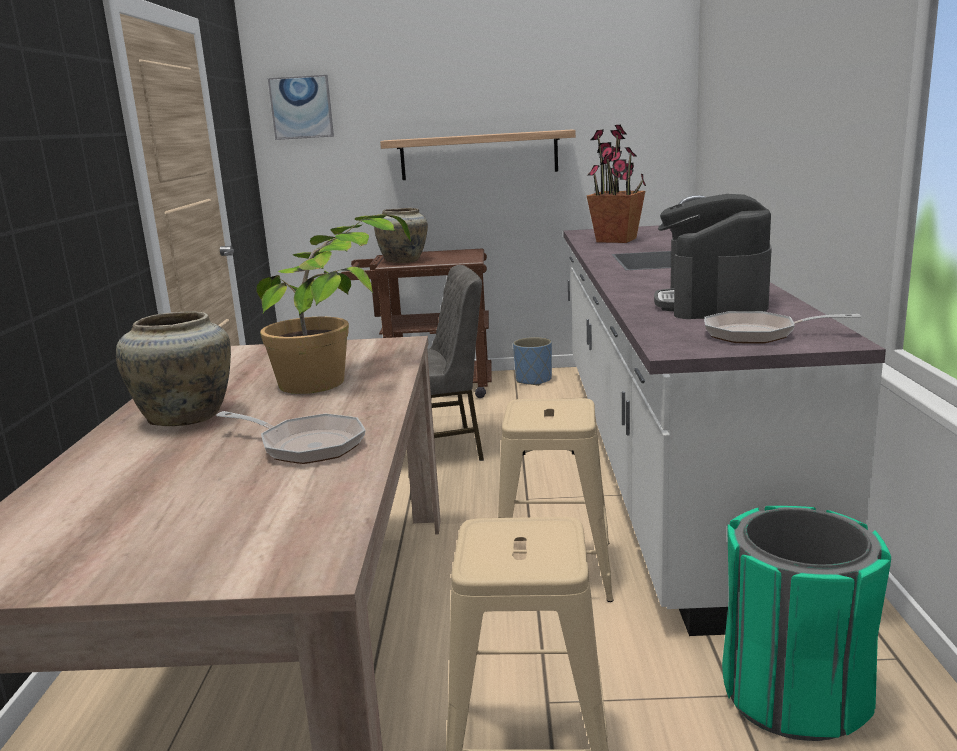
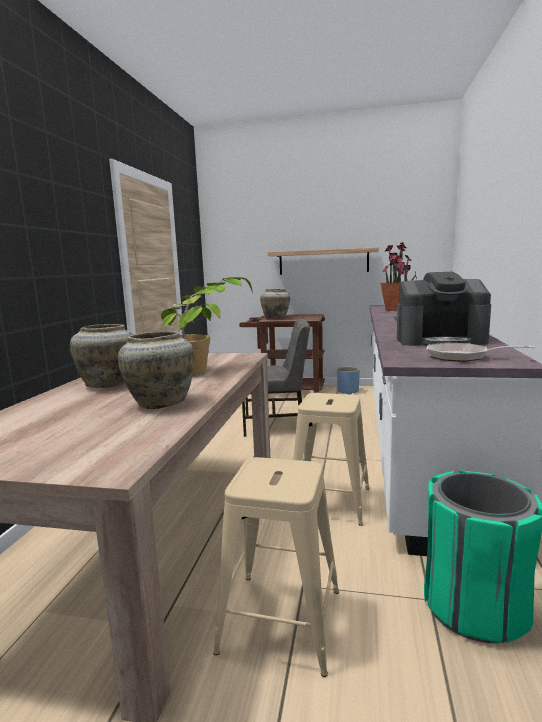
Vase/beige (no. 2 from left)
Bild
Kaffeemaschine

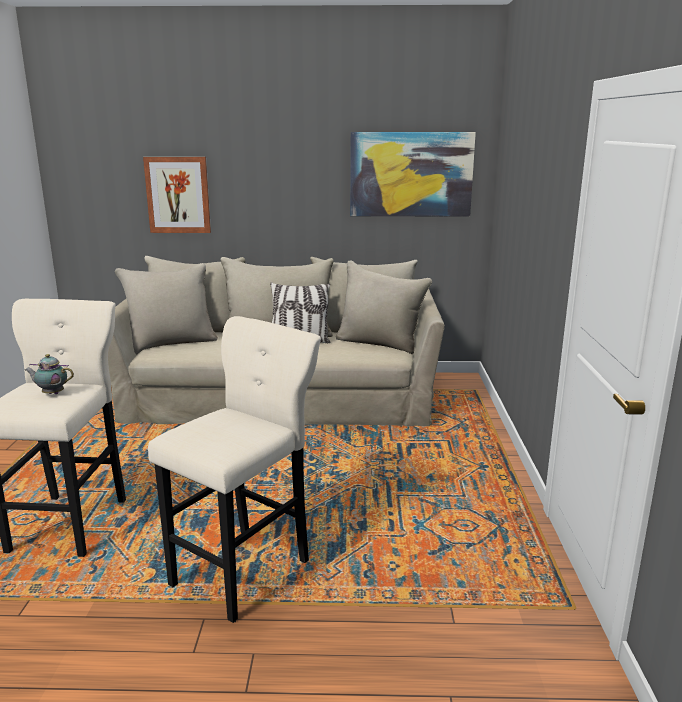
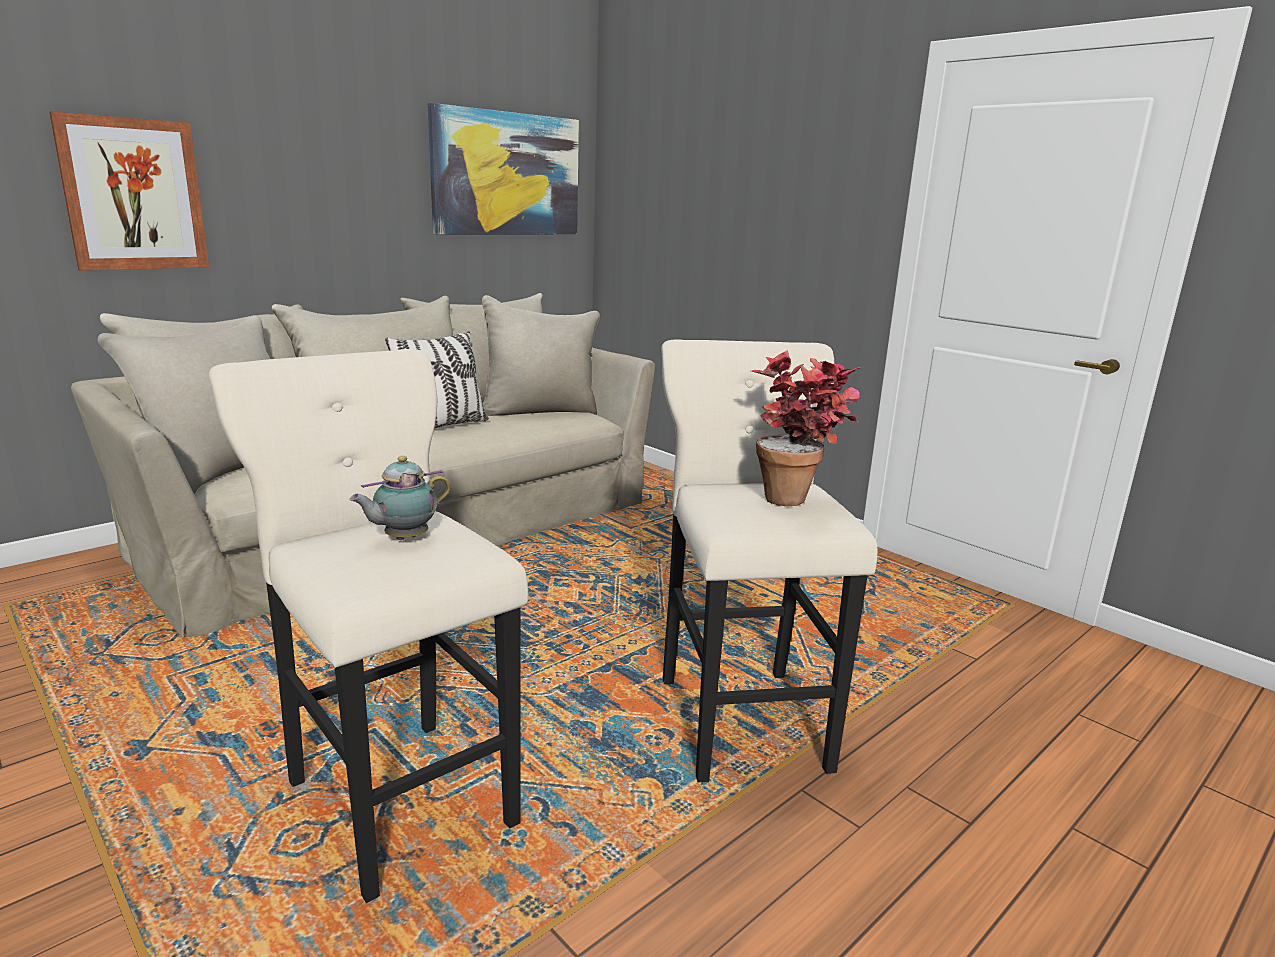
Topfpflanze

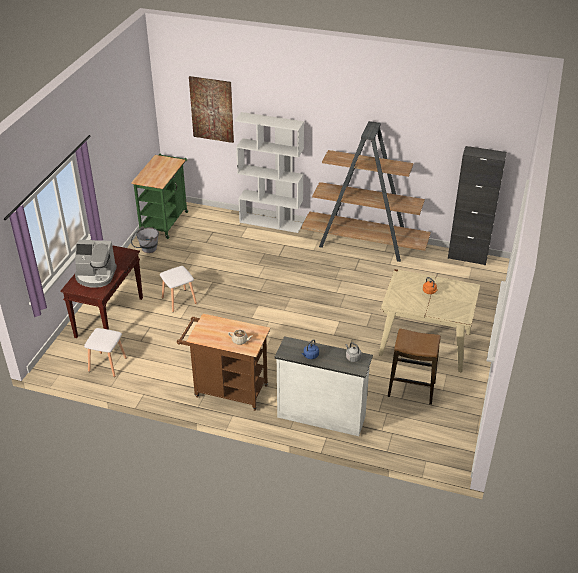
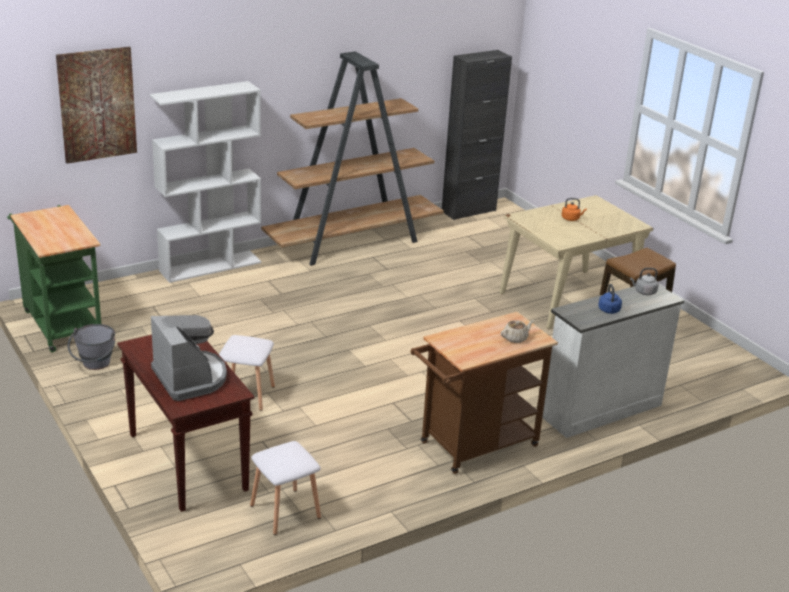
Kaffeemaschine

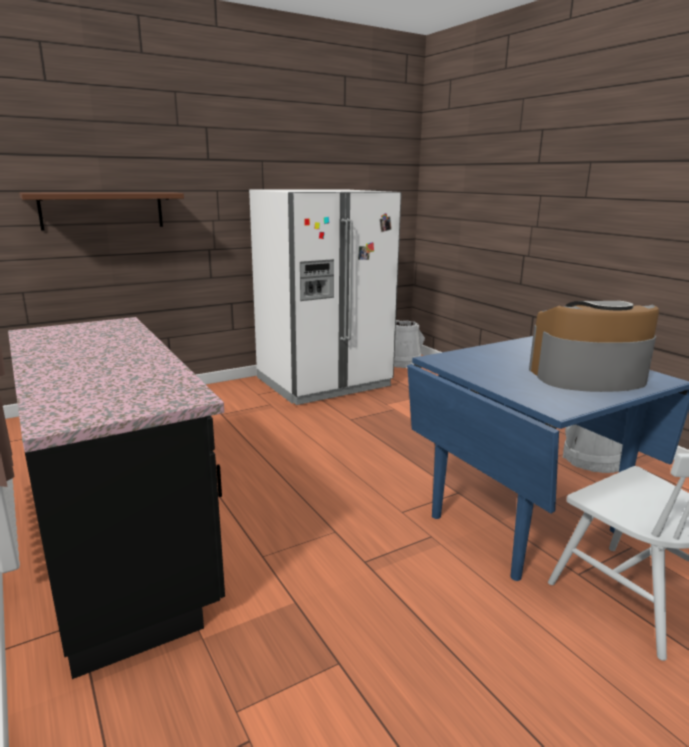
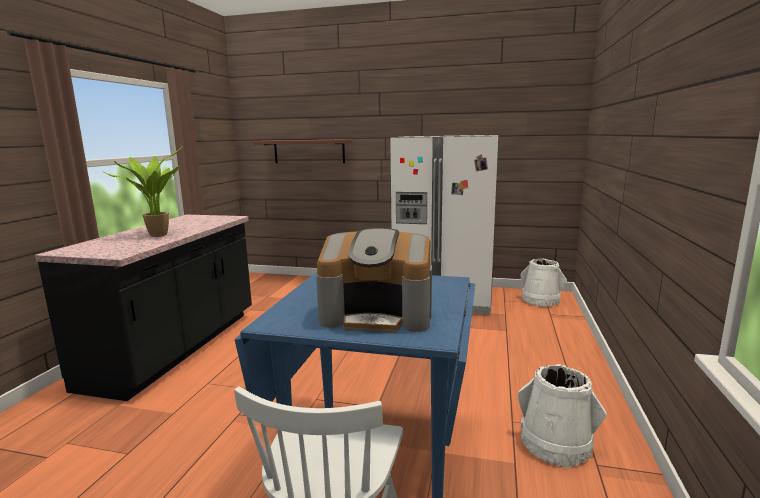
Kaffeemaschine
Topfpflanze

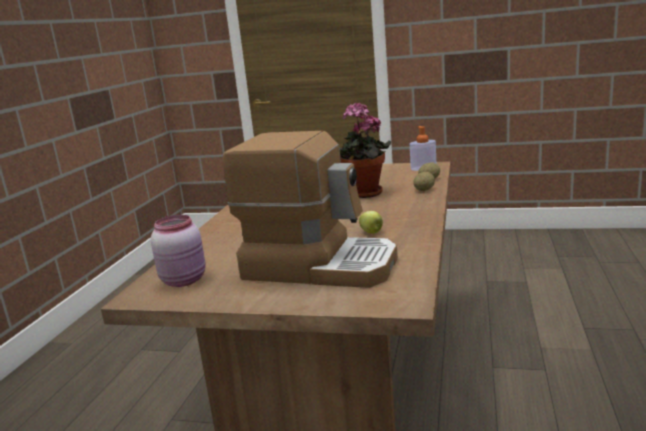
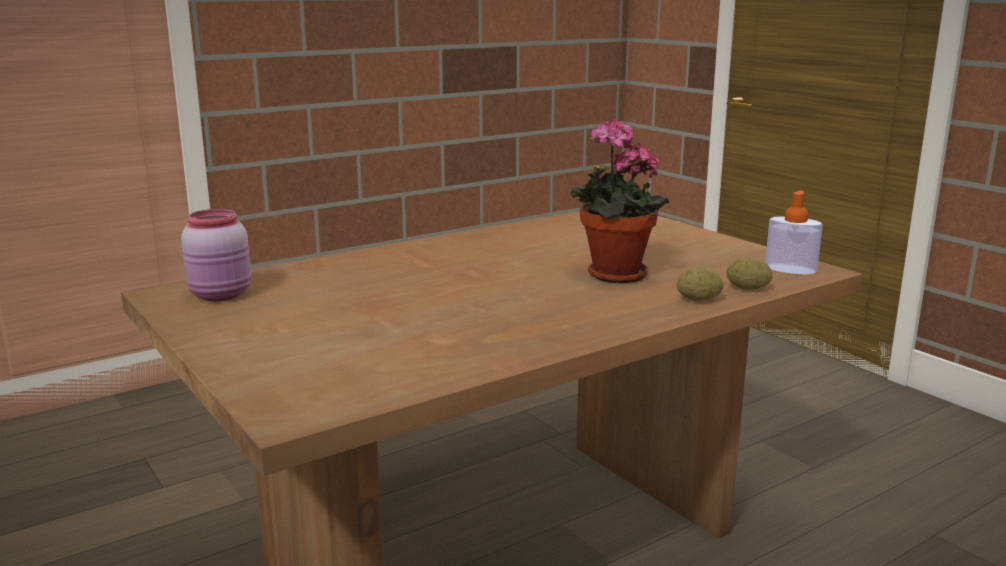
Kaffeemaschine
Apfel

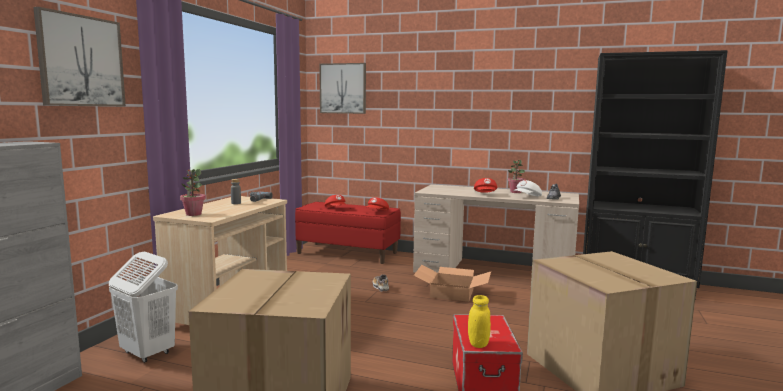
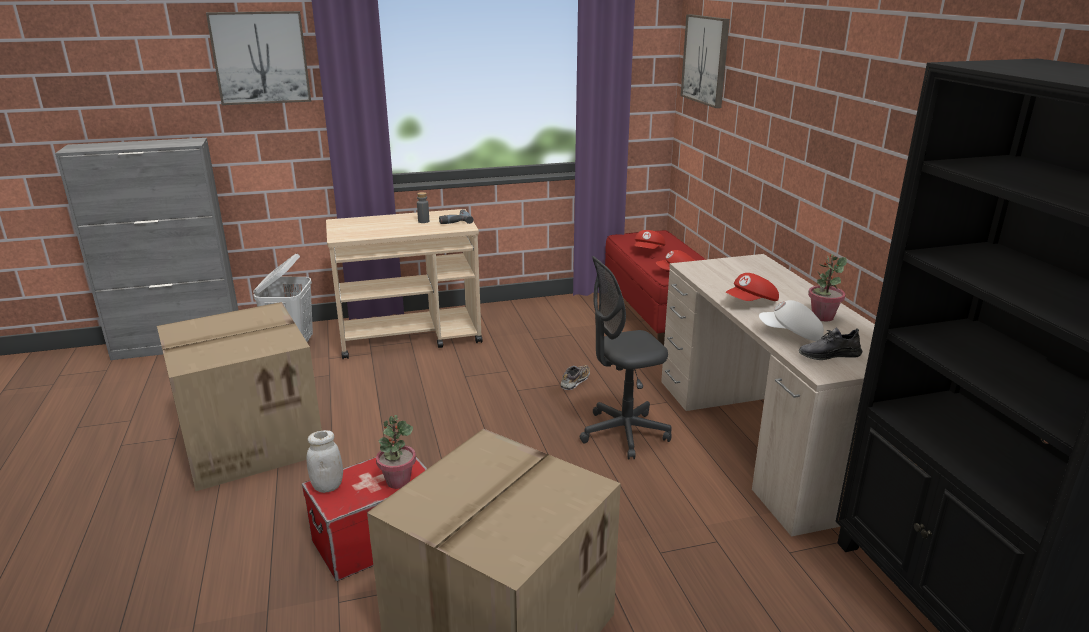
Topfpflanze (no. 1 from left)
Bürostuhl/grau
Vorratsglas/weiß

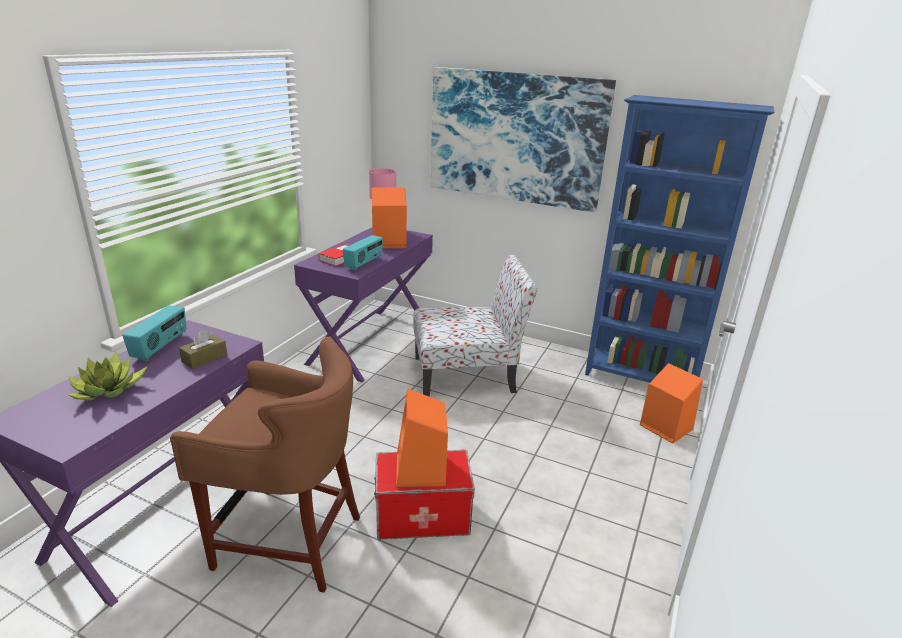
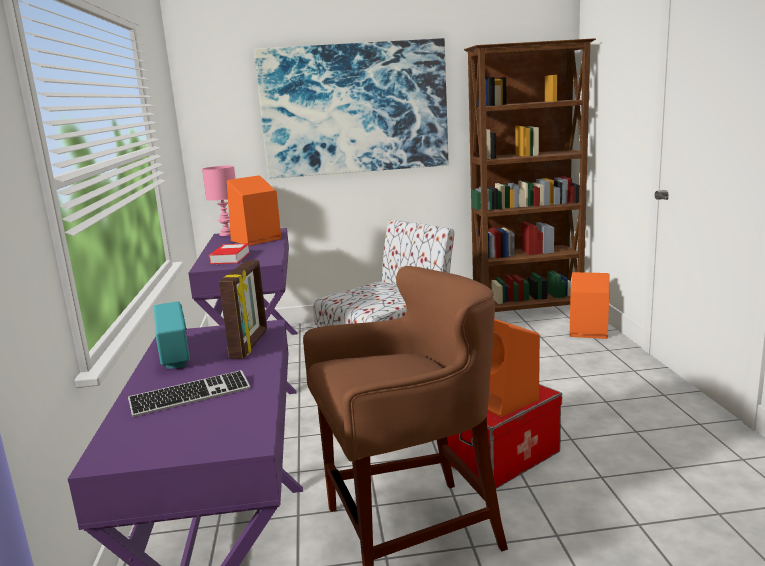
Tastatur
Bilderrahmen
Radio (no. 2 from left in the first image)
Bücherregal/braun

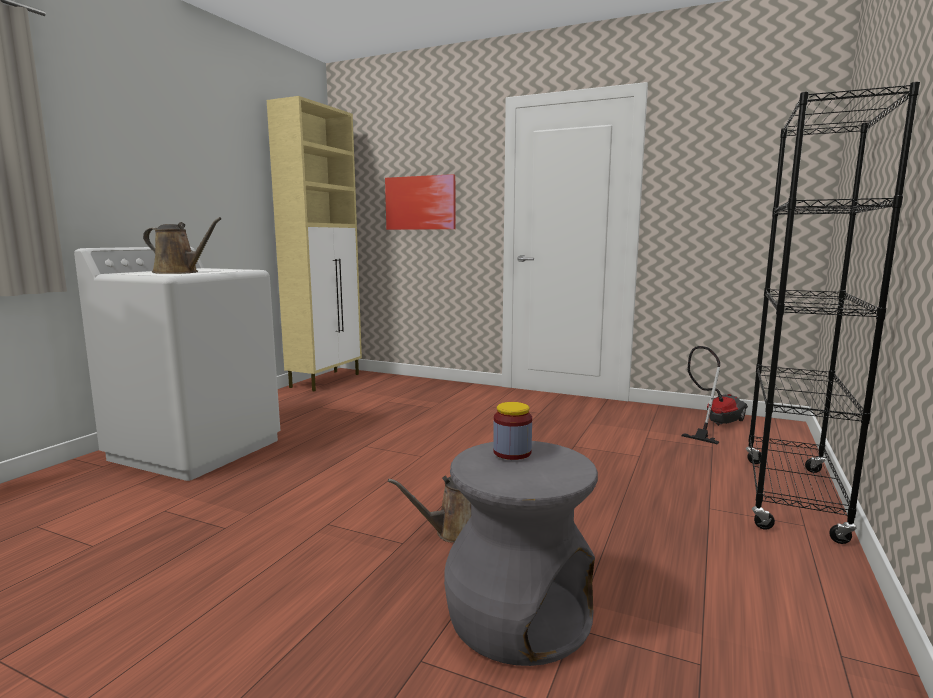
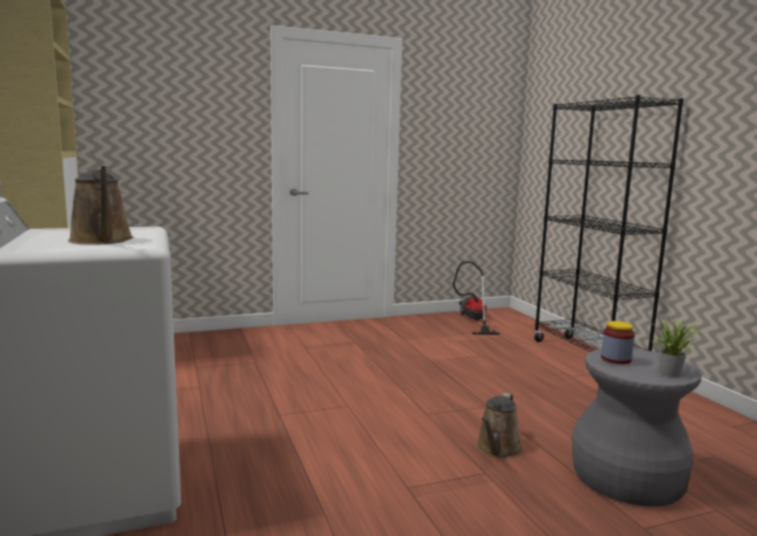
Gießkanne/braun (no. 1 from left)
Bild
Topfpflanze

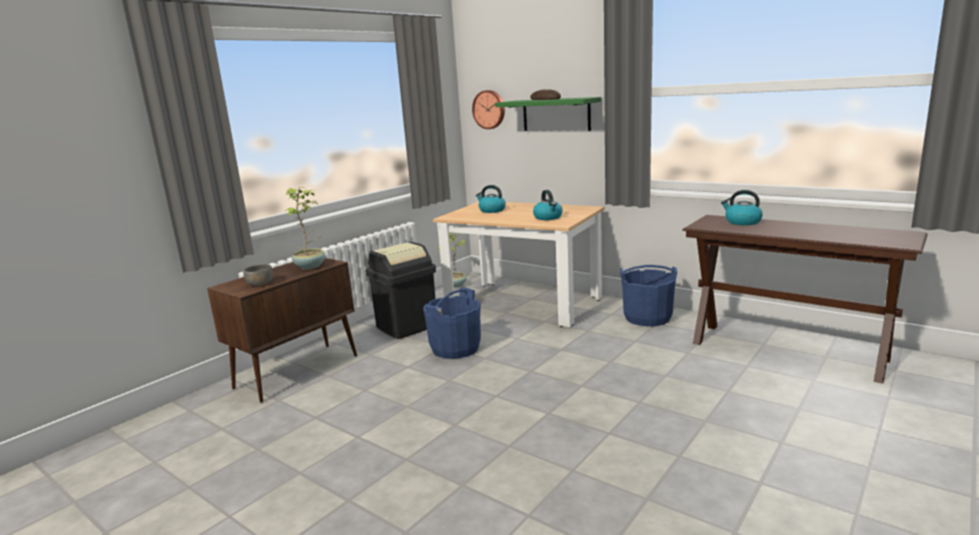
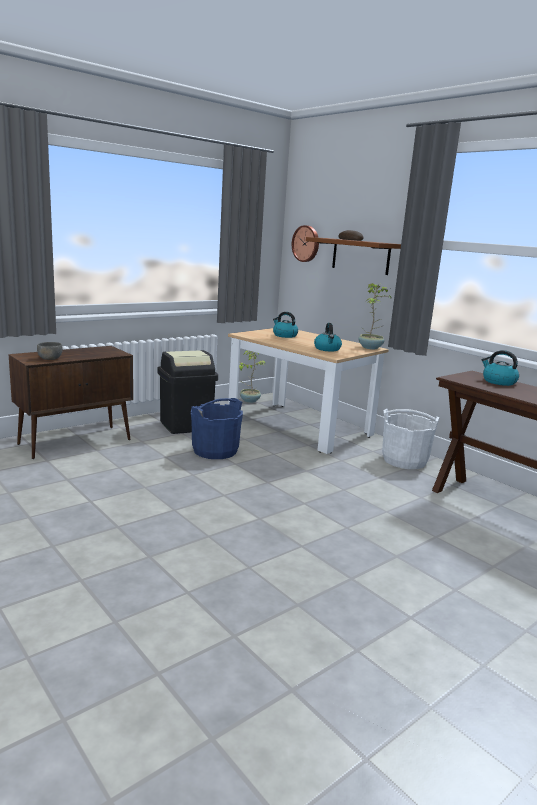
Topfpflanze (no. 2 from left)
Wandregal/braun
Eimer/weiß

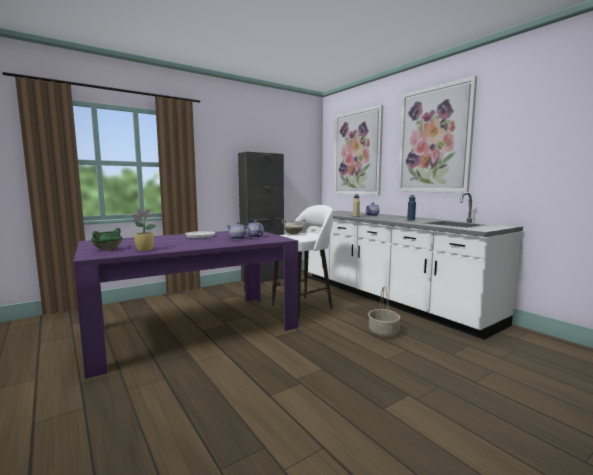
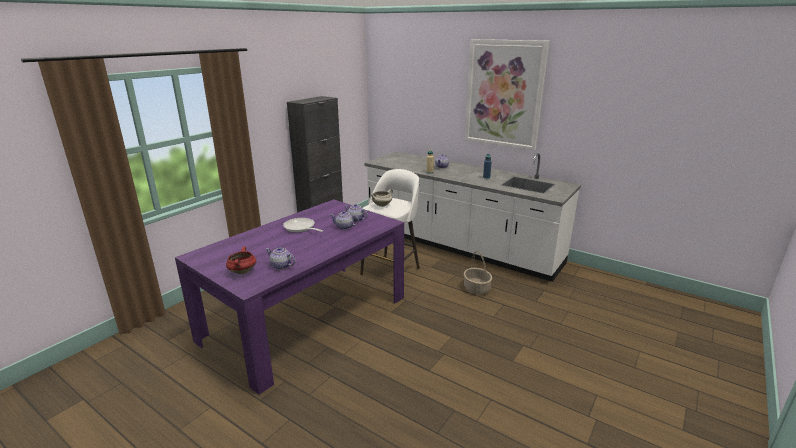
Kochtopf/rot
Teekanne (no. 1 from left)
Bild (no. 1 from left in the first image)

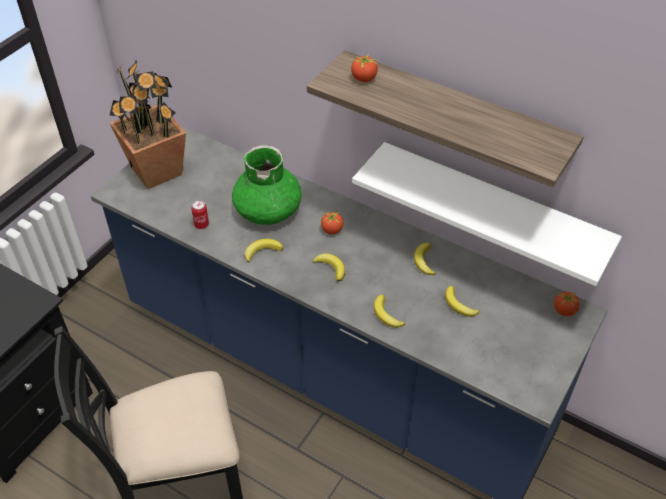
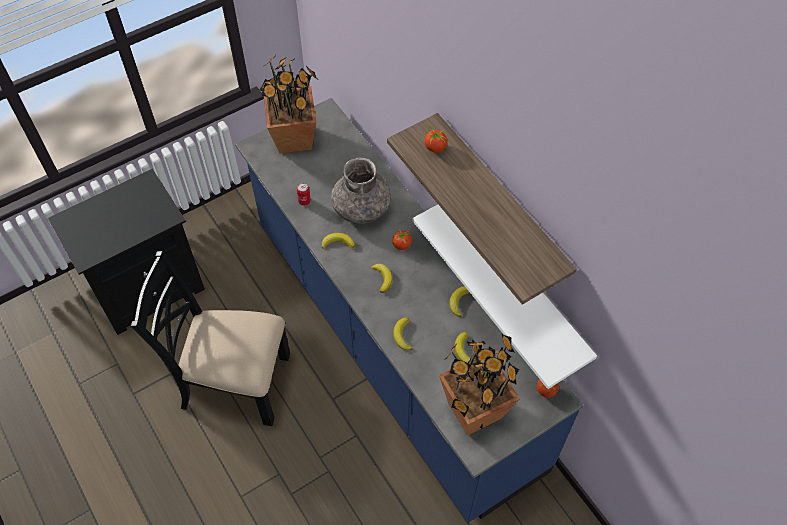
Vase/grau
Topfpflanze (no. 2 from left)

